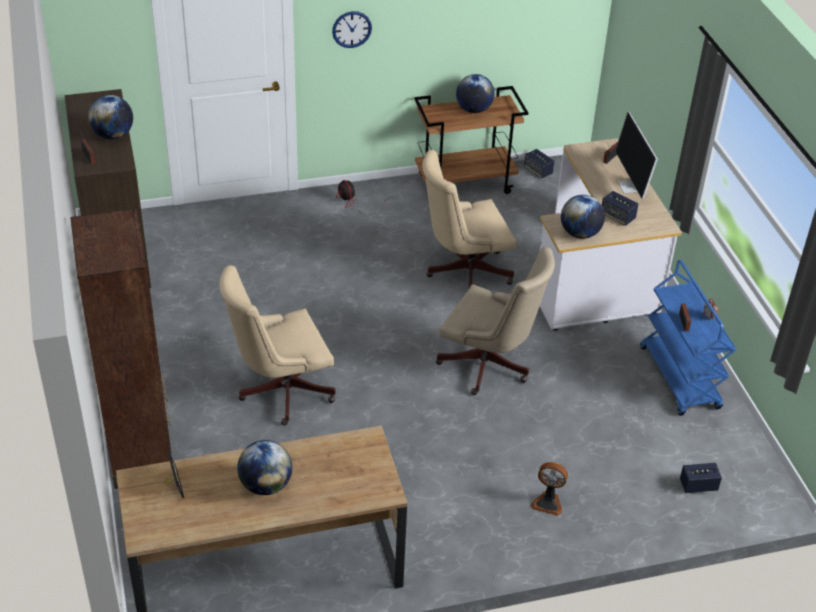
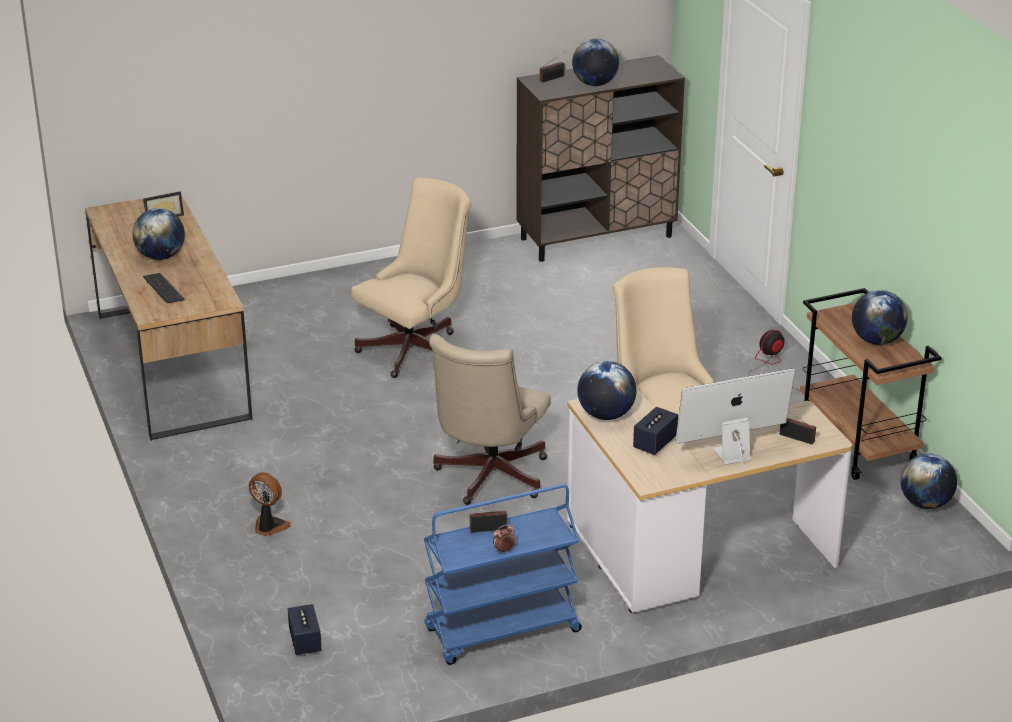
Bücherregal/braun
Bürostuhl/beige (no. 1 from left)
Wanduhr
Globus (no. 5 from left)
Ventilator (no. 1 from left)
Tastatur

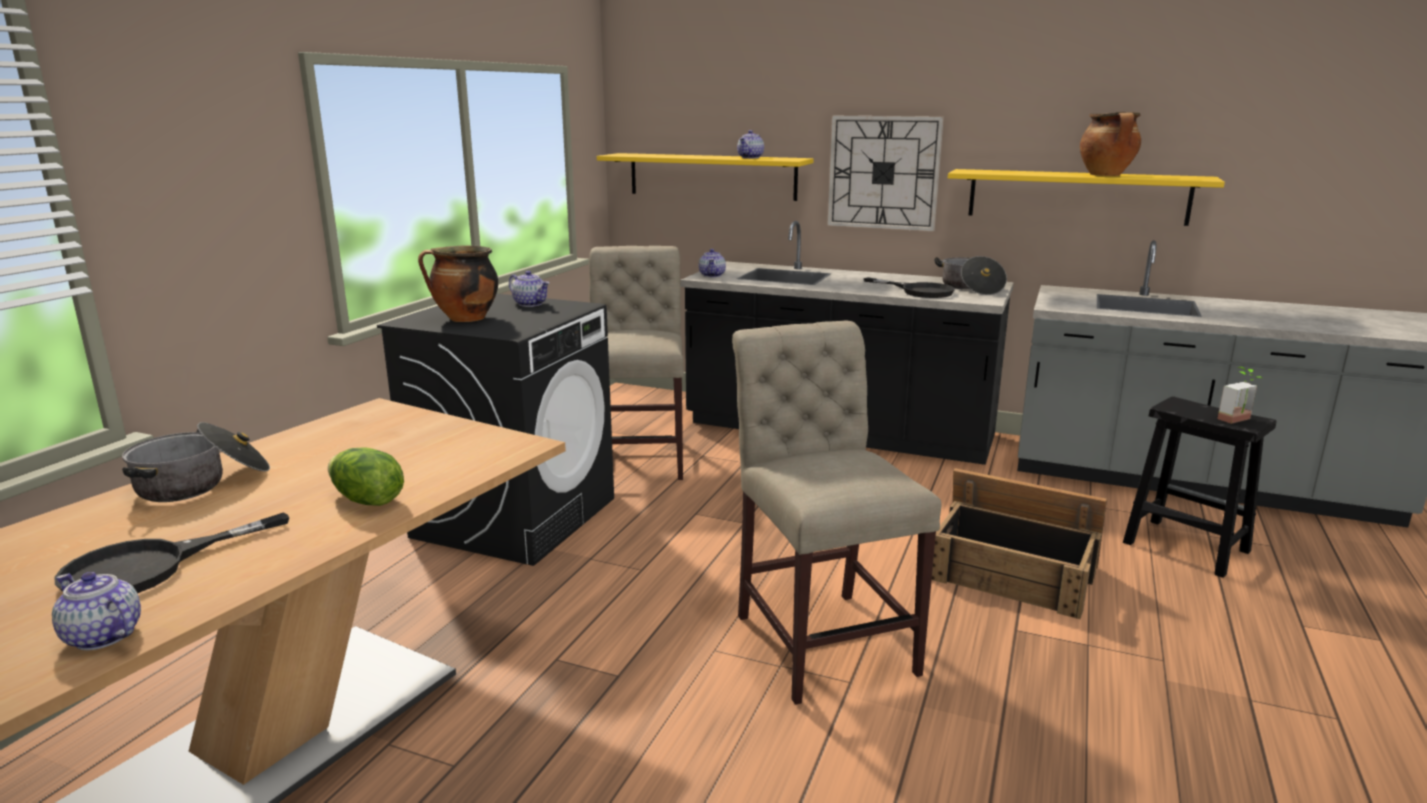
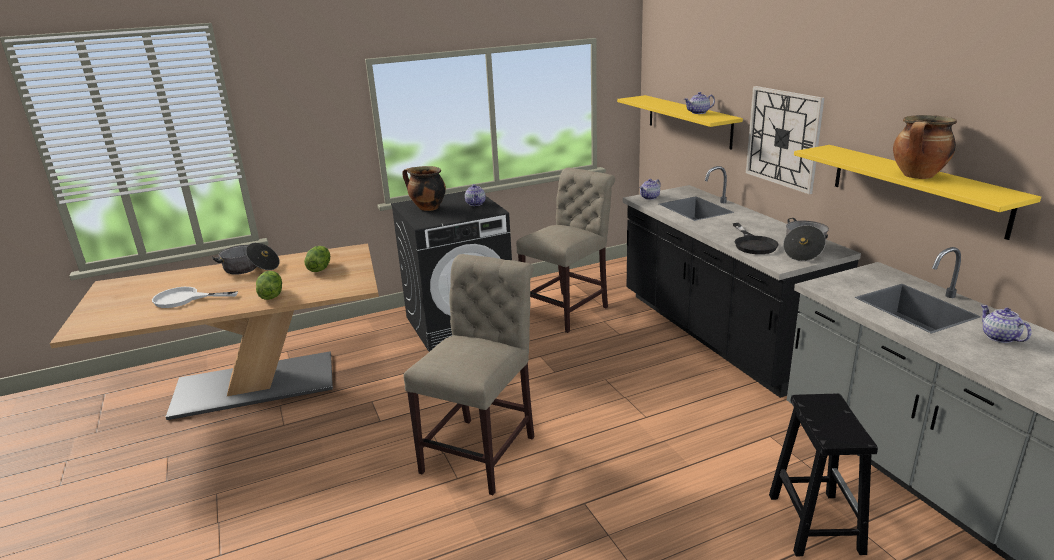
Teekanne (no. 4 from left)
Pfanne/weiß
Kiste
Topfpflanze
Salatkopf (no. 2 from left)

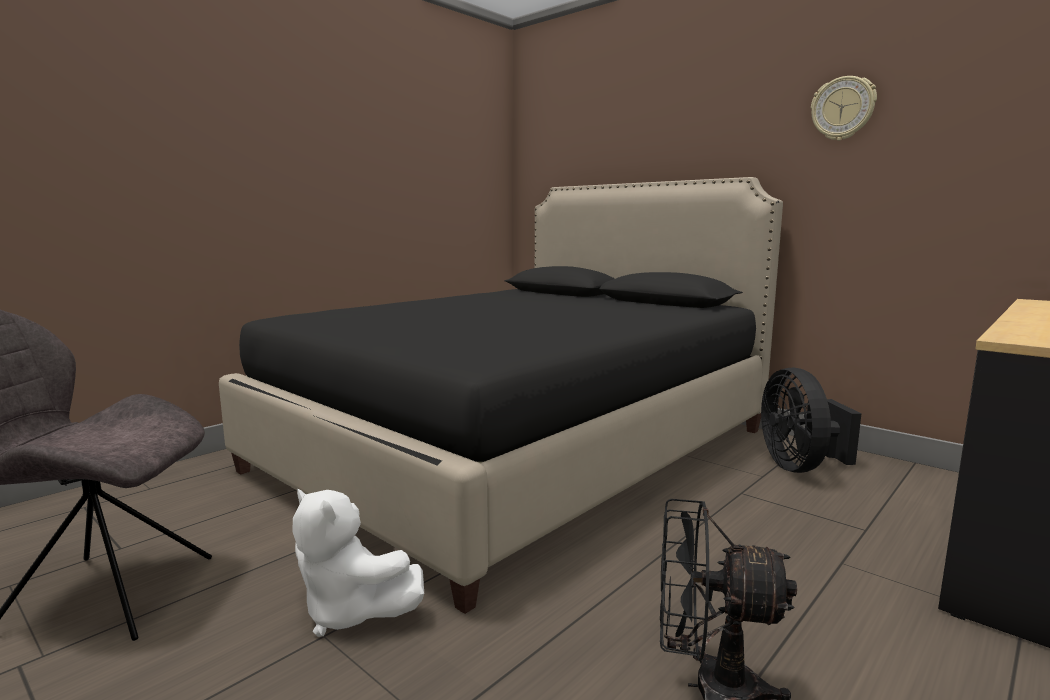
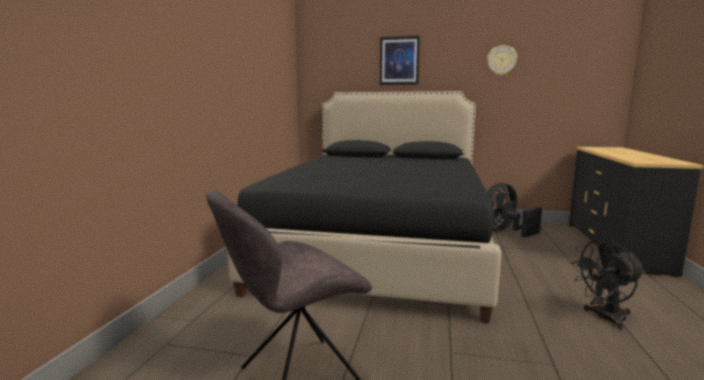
Plüschtier/weiß
Ventilator/schwarz (no. 1 from left)
Bild

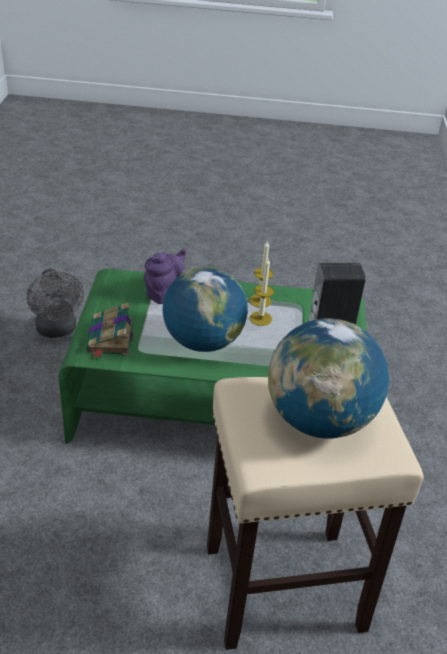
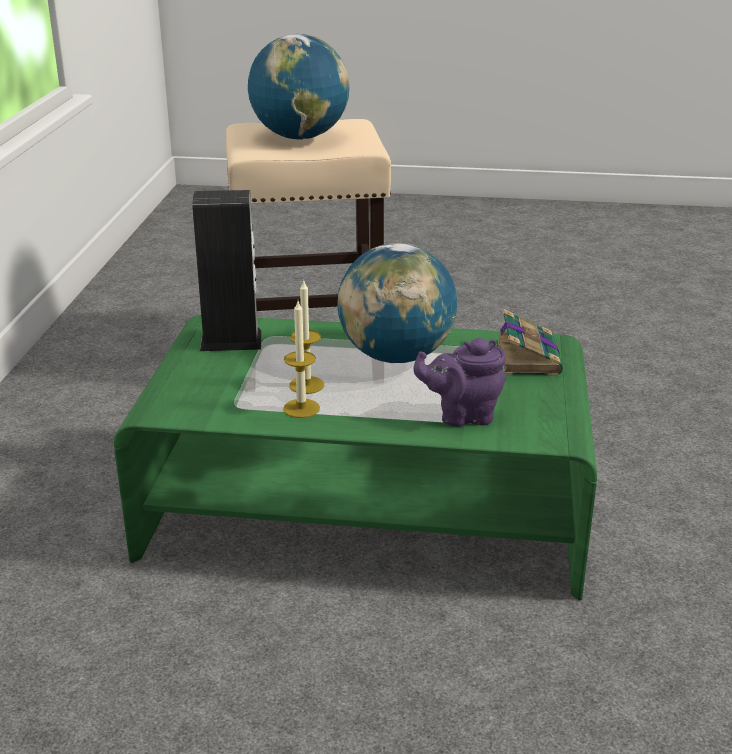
Ventilator/grau
Teekanne/lila

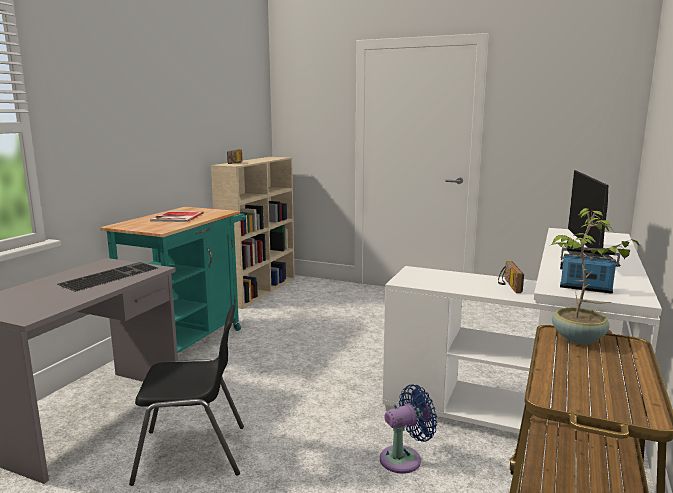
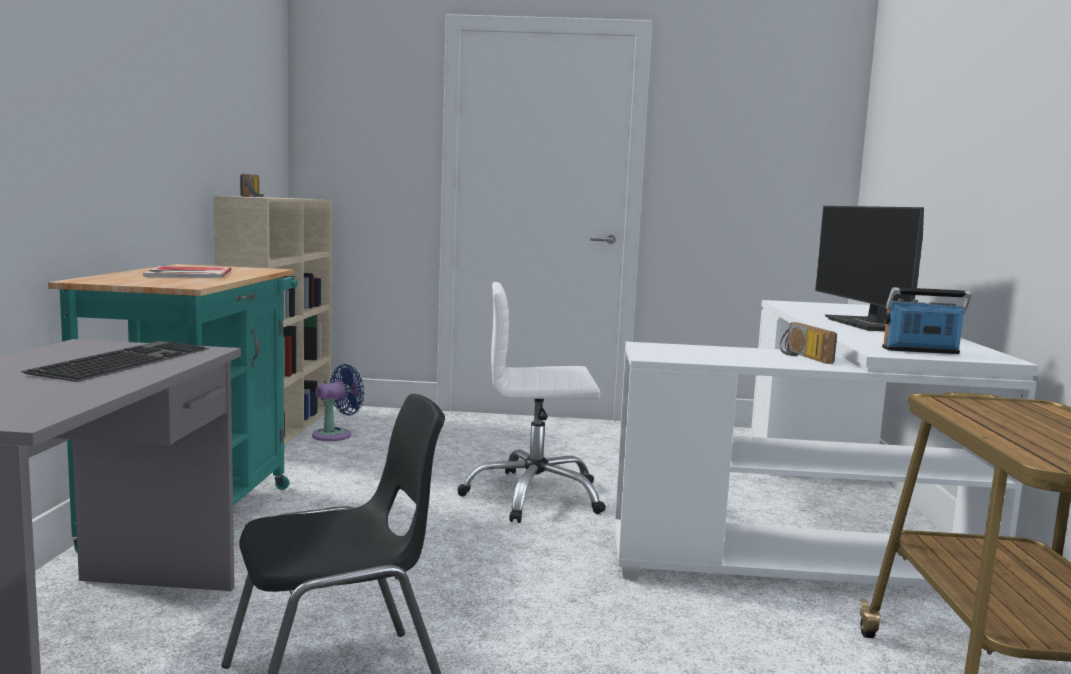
Ventilator/blau
Topfpflanze
Bürostuhl/weiß

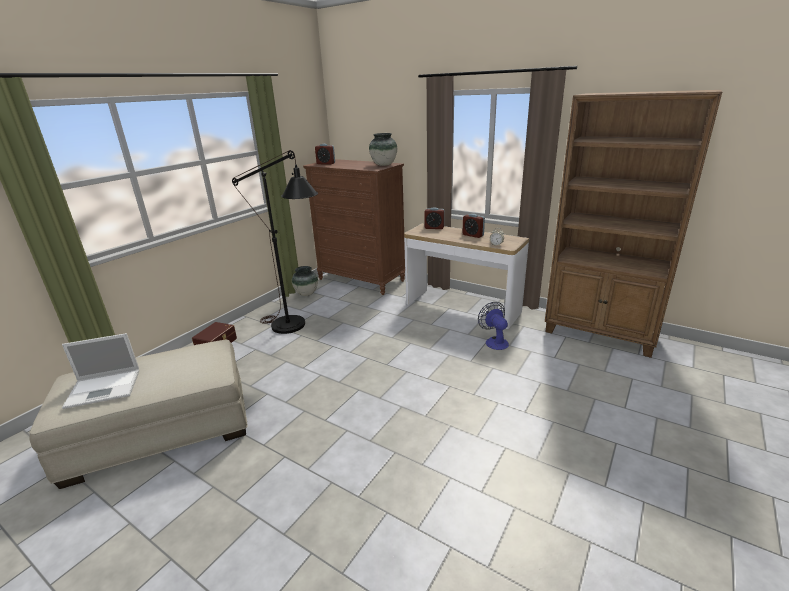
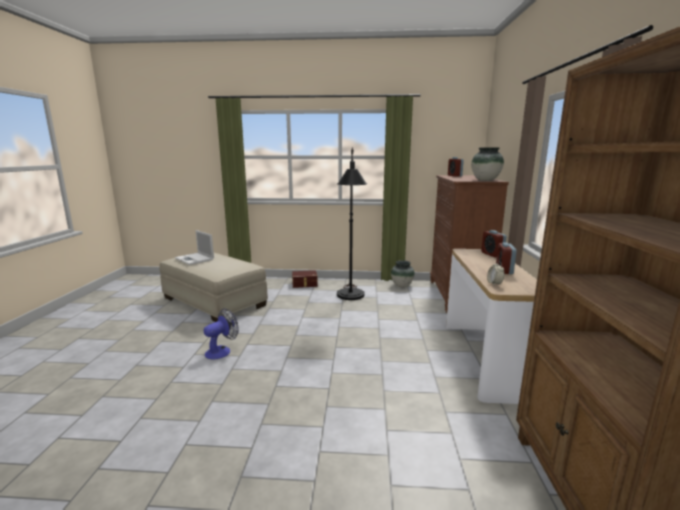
Ventilator

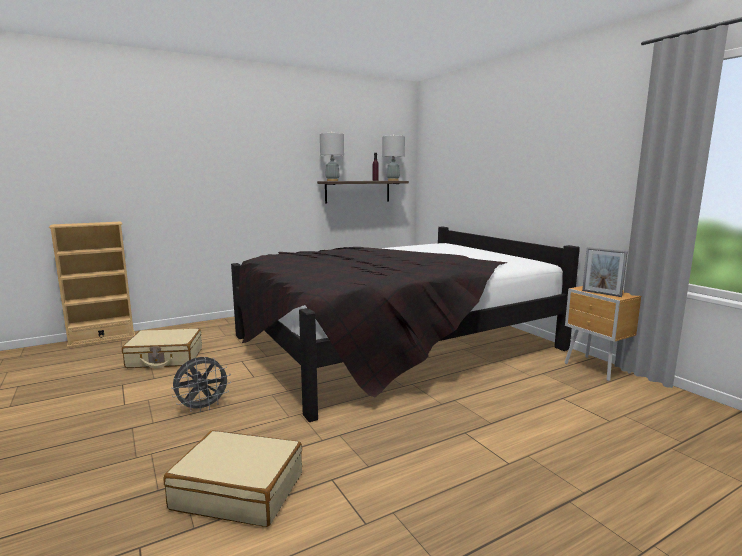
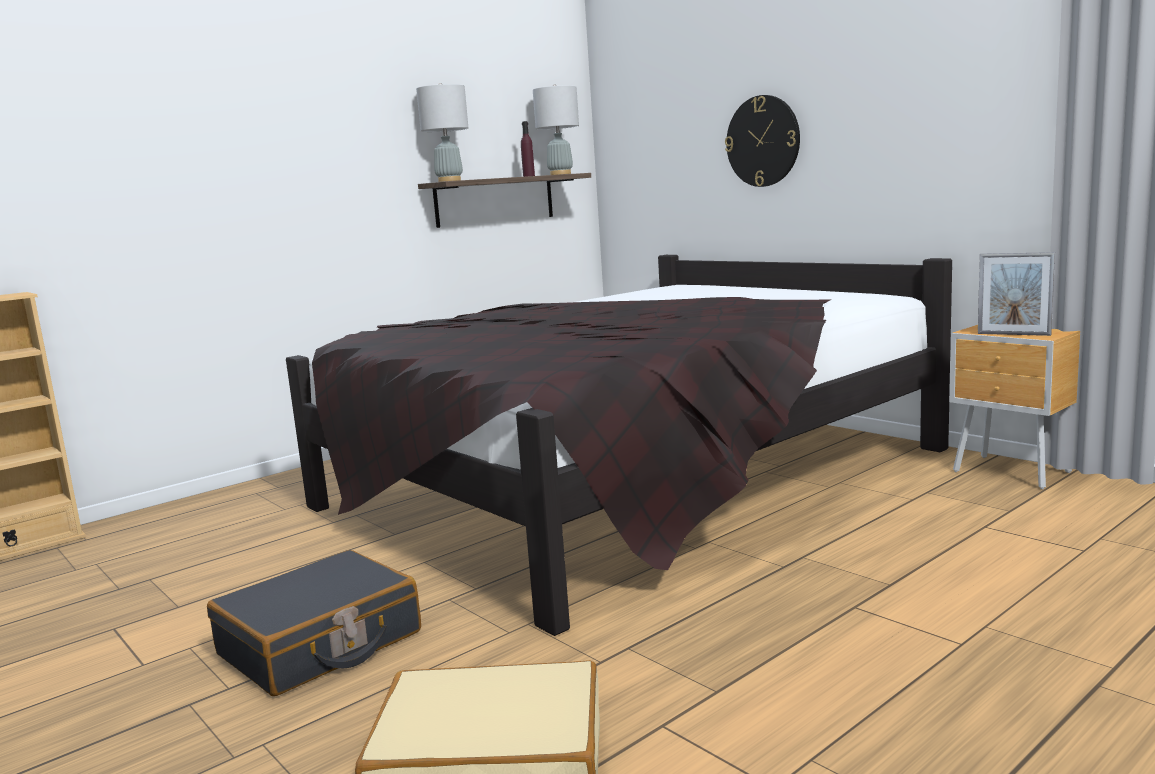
Koffer/beige (no. 1 from left in the first image)
Koffer/schwarz
Wanduhr

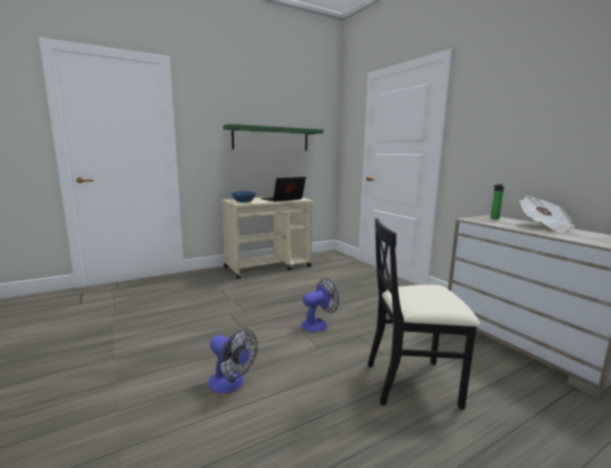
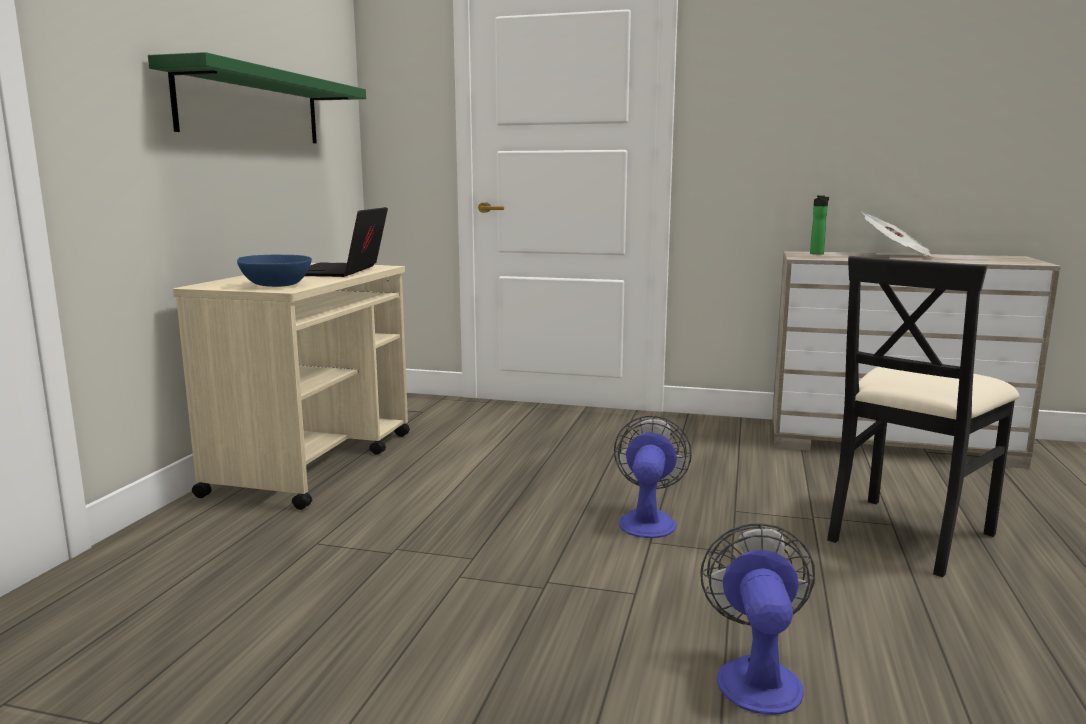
Ventilator (no. 2 from left)

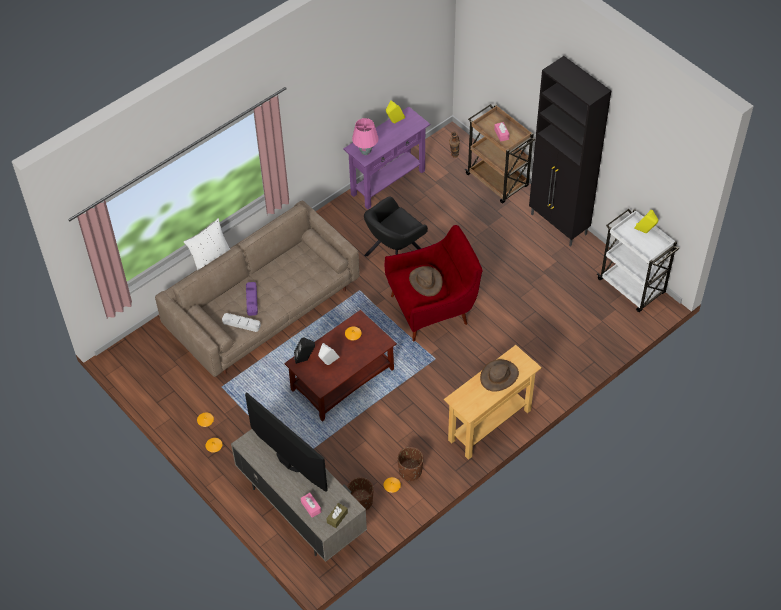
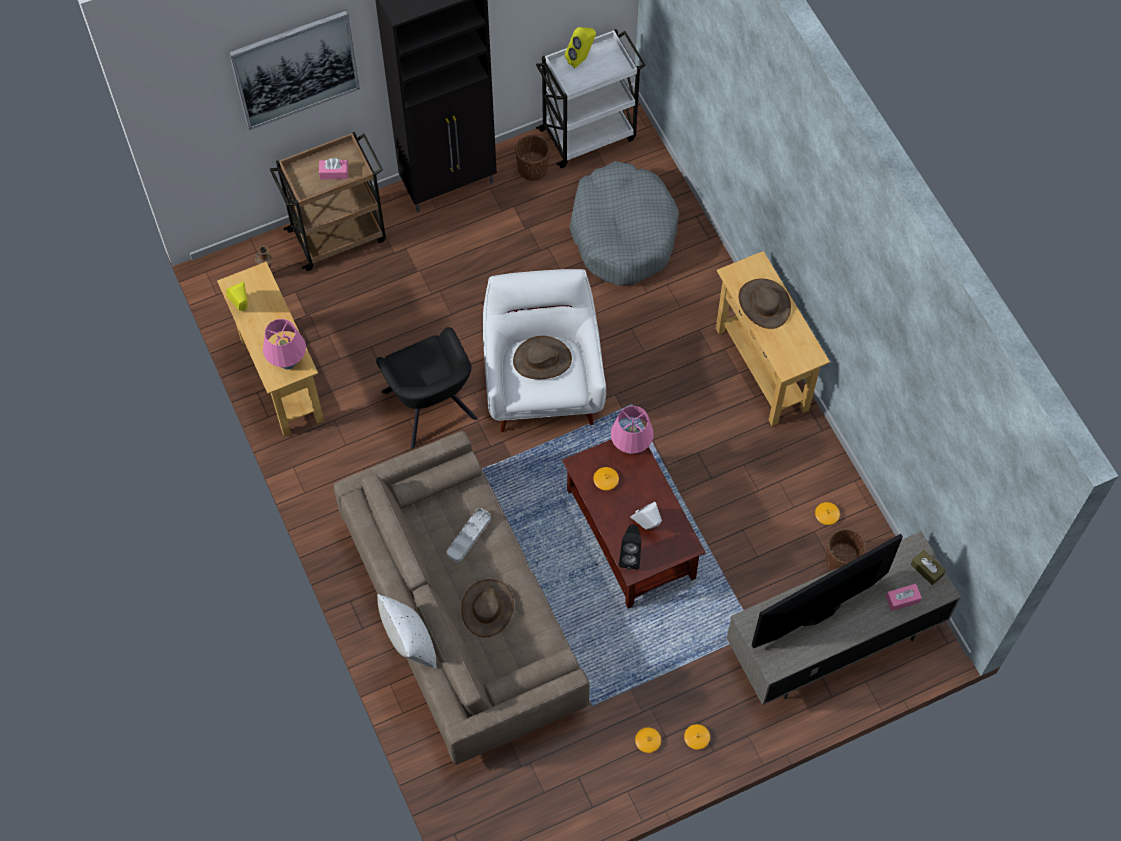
Tablett/grau
Hut/braun (no. 1 from left)
Konsolentisch/beige (no. 1 from left)
Sessel/weiß
Pflanzkübel/braun (no. 1 from left)
Bild
Hundebett/grau
Tischlampe/rosa (no. 2 from left)

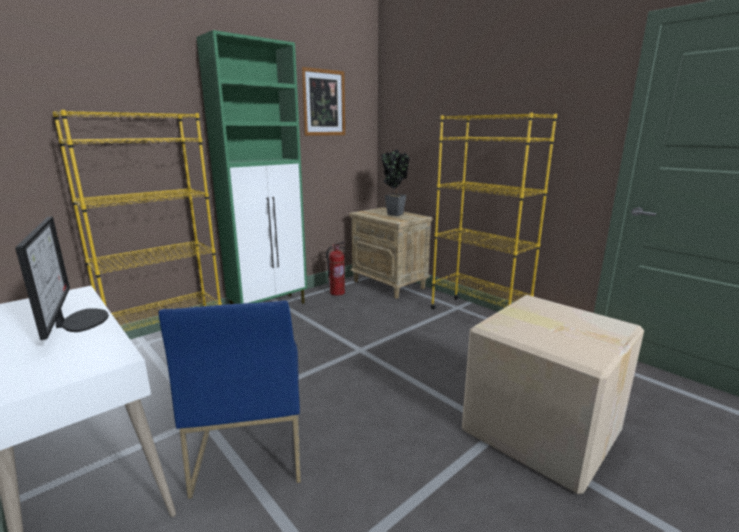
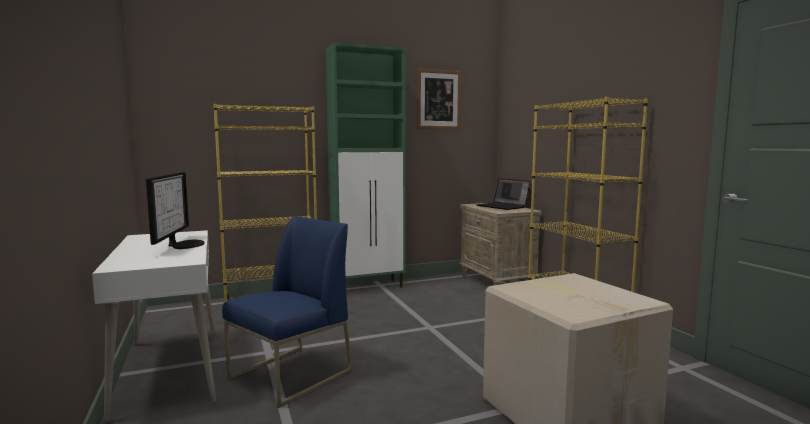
Stuhl/blau
Feuerlöscher
Laptop

